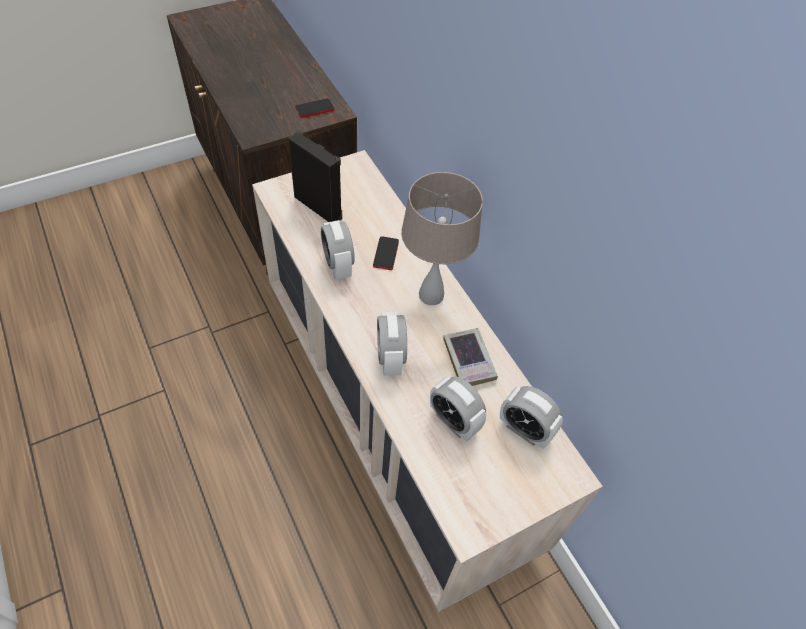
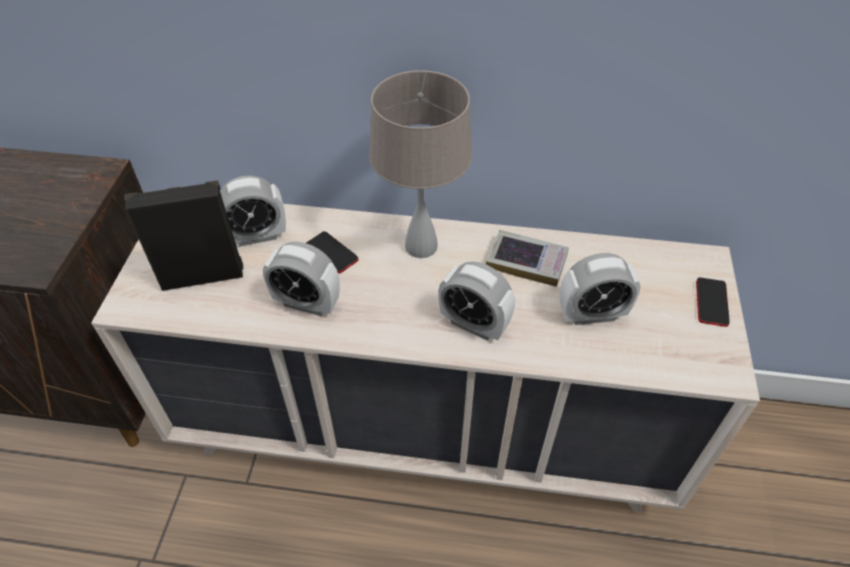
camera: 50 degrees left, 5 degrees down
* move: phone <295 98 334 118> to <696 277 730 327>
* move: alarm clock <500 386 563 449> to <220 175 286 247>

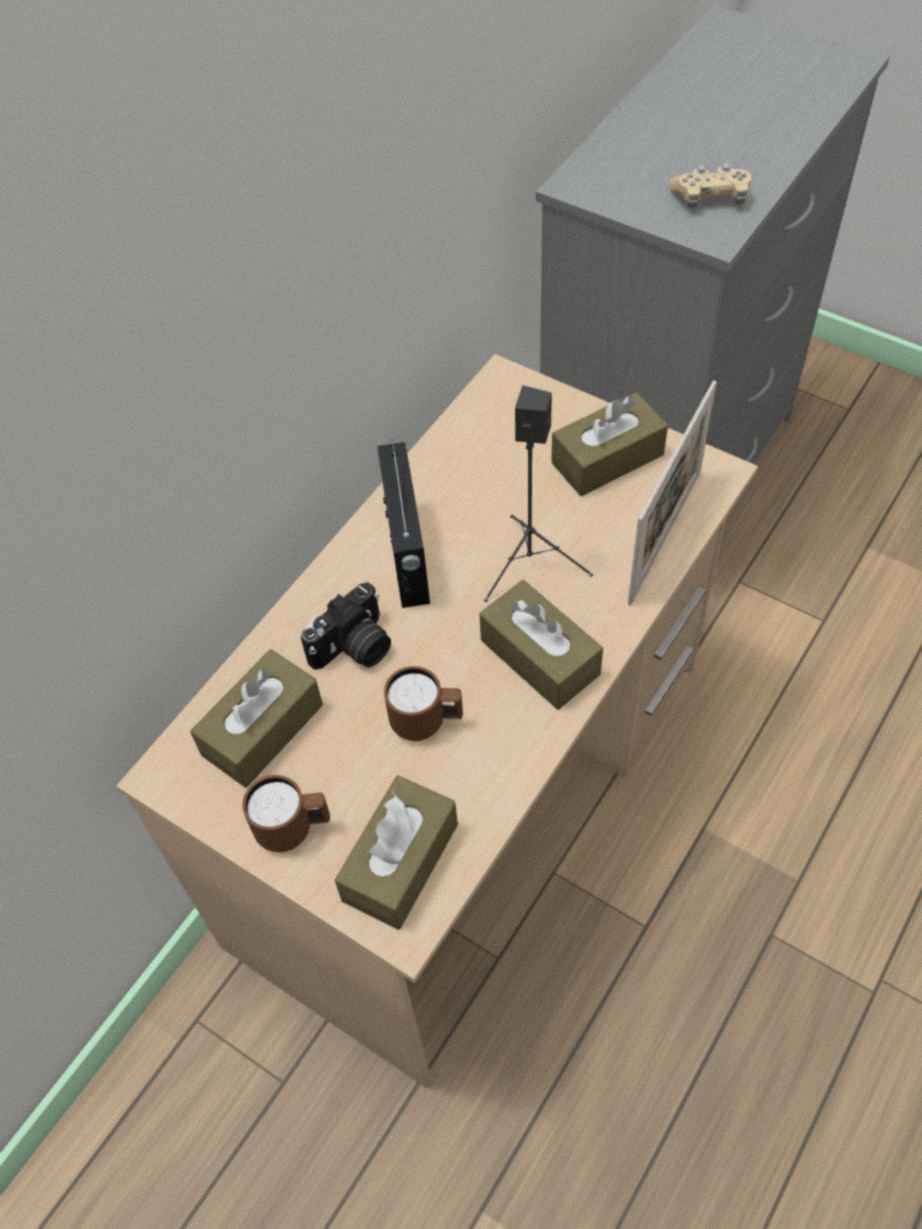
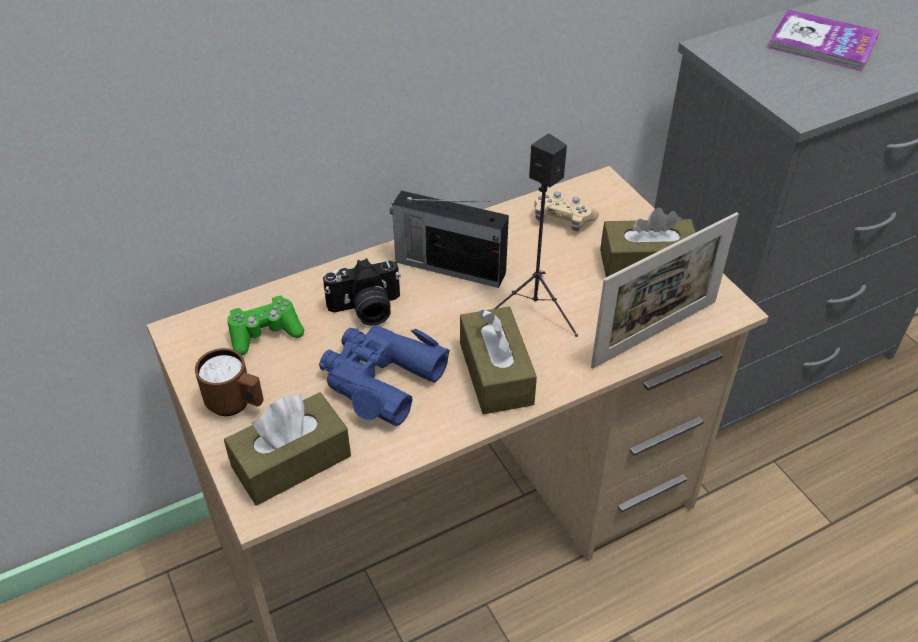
camera: 25 degrees right, 10 degrees down
* insert: bound book <768 9 879 72>
* move: beige-coloured gamepad <669 163 752 208> to <534 192 599 231>
* replace: brown tissue box <190 649 323 788> to green gamepad <227 296 304 355>
* replace: brown mug <384 666 463 741> to bluish pair of binoculars <319 325 450 426>
* rotate: radio <377 439 430 608> = <390 191 509 288> 90 degrees clockwise

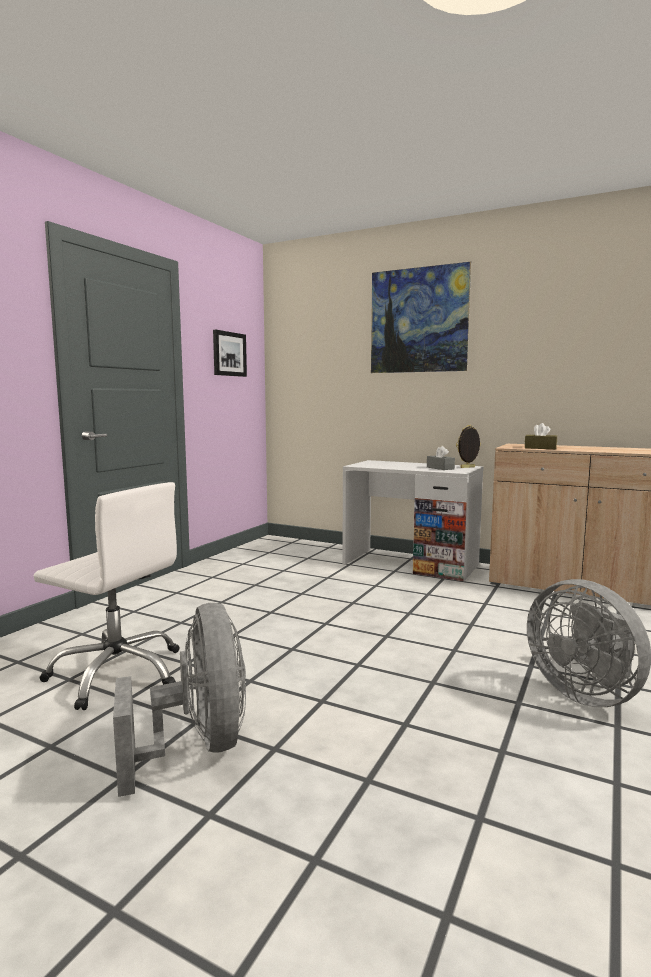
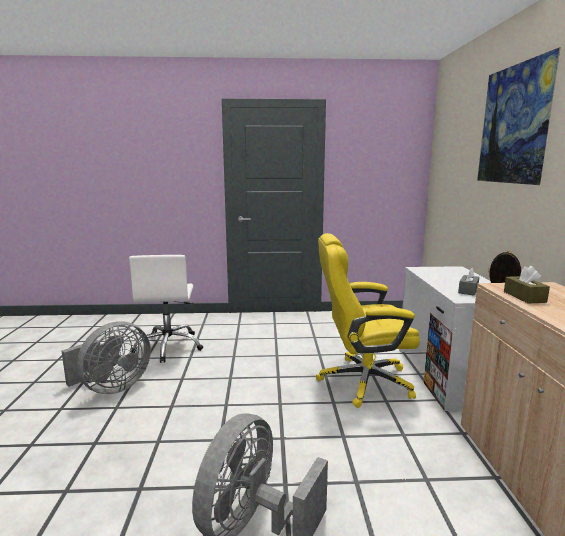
camera: 60 degrees right, 5 degrees up
* delete: picture <213 330 247 377>
* insert: yellowish computer chair <316 233 420 408>

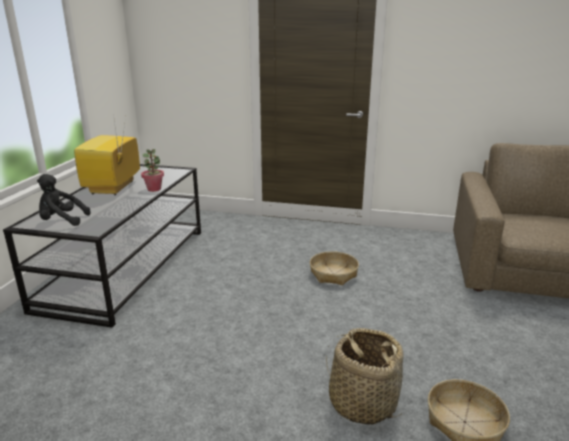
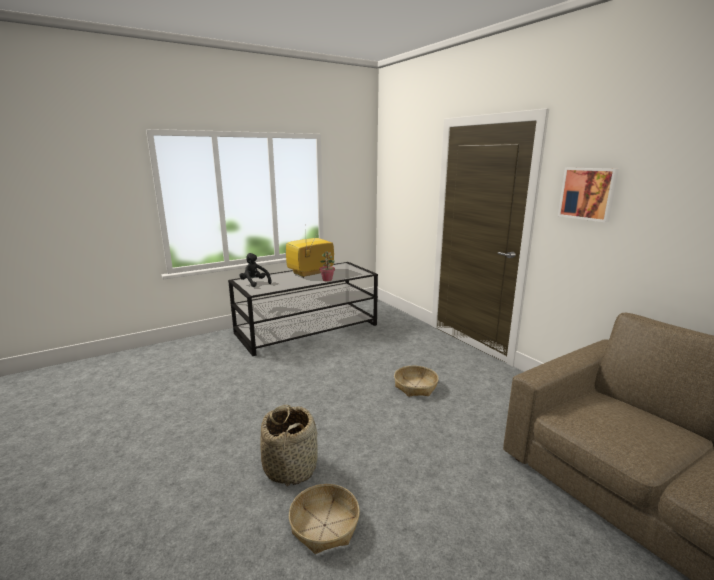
camera: 45 degrees right, 5 degrees down
* insert: picture <558 167 619 223>

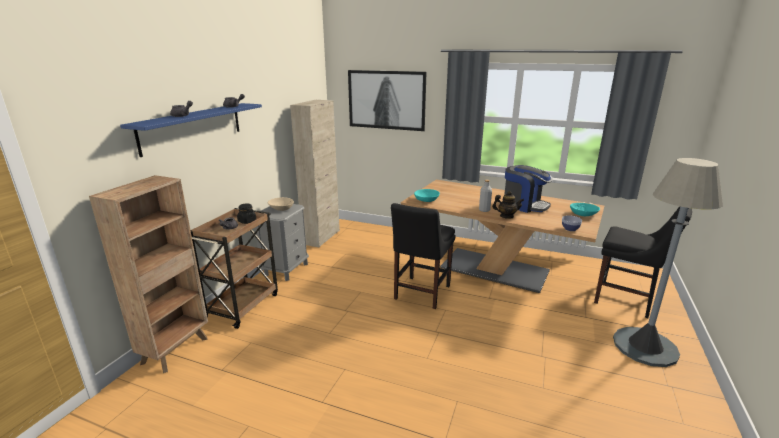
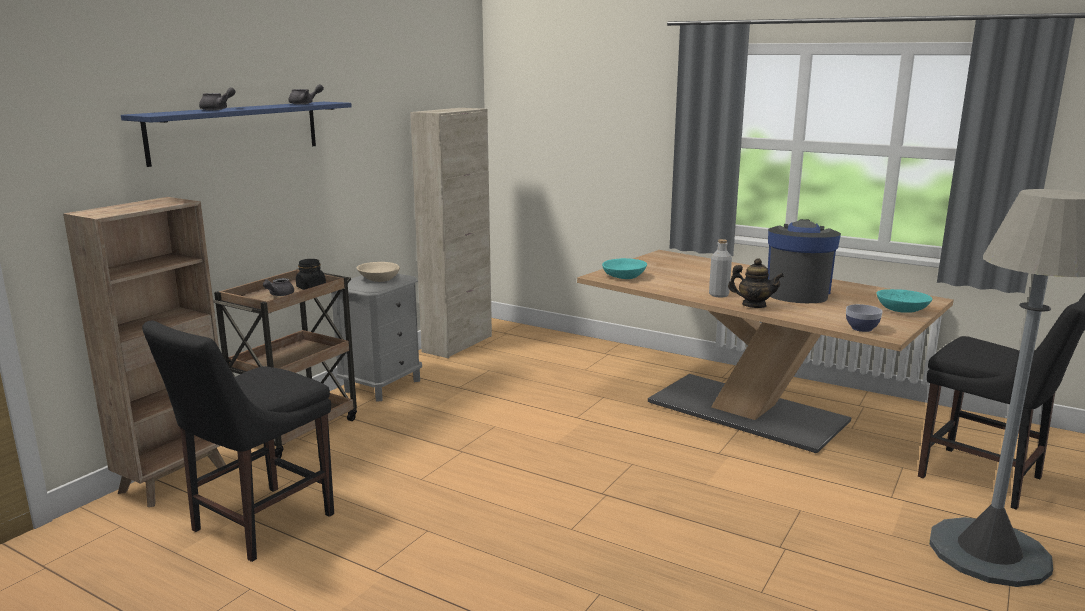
camera: 10 degrees right, 5 degrees down
* delete: picture <348 70 427 131>
* move: blackish chair <391 203 456 309> to <142 320 334 562>
* rotate: coffee brewer <504 165 553 213> = <768 219 841 303> 120 degrees counterclockwise

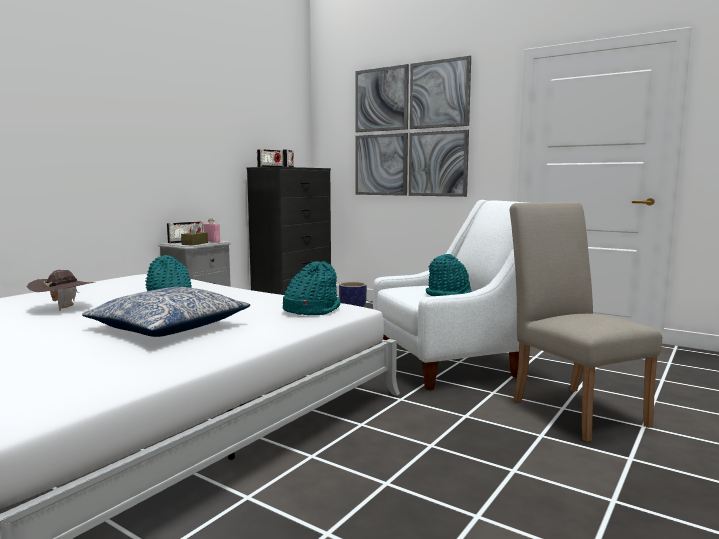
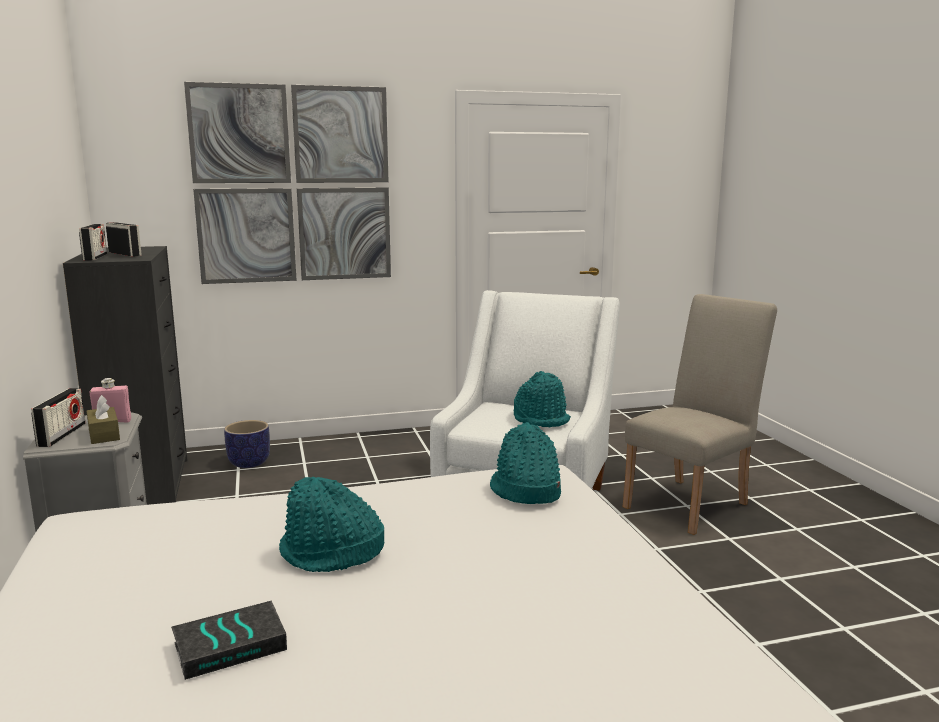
camera: 50 degrees left, 5 degrees up
* delete: cushion <82 287 250 337>
* replace: brown clothing hat <27 270 94 311> to bound book <171 600 287 680>
* rotate: beige-coloured chair <510 202 662 442> = <623 294 777 535> 120 degrees clockwise

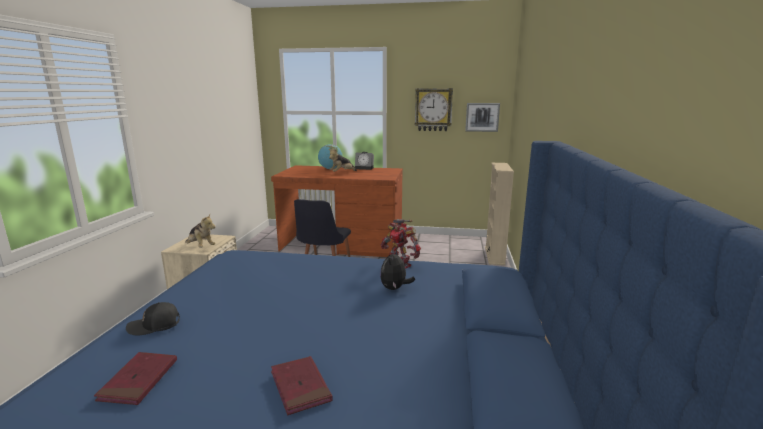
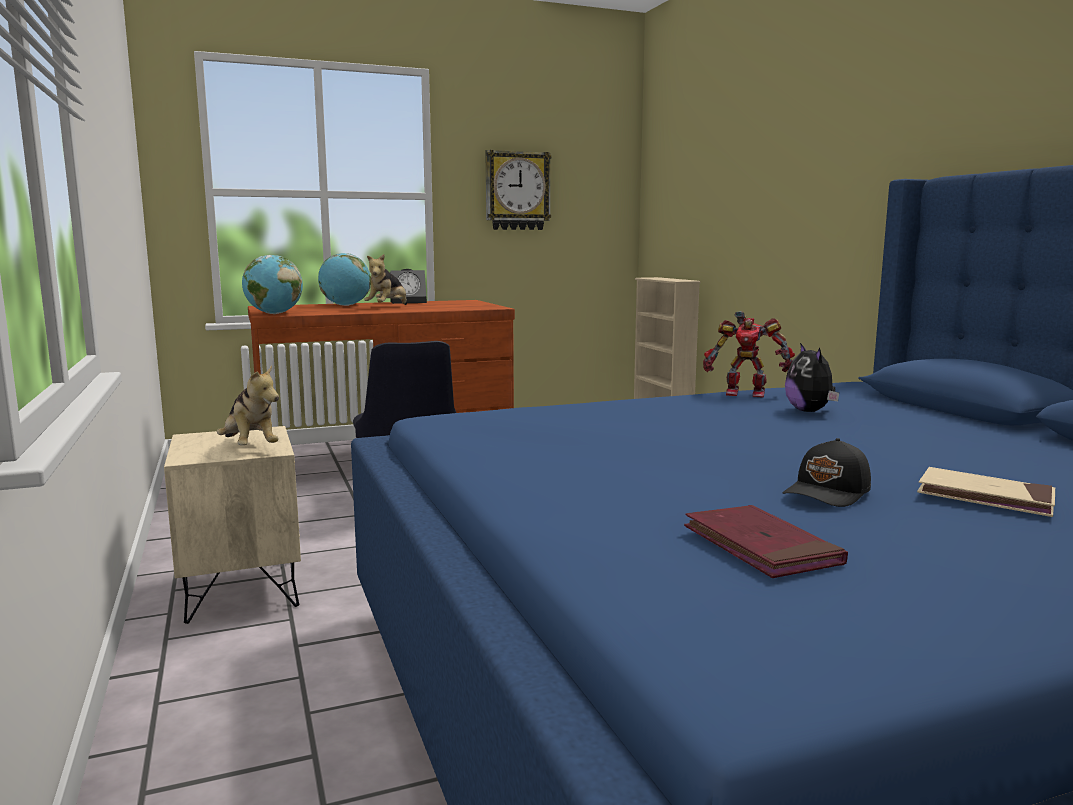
camera: 30 degrees left, 5 degrees down
* delete: picture <465 103 500 132>
* insert: world globe <242 255 303 314>
* move: blackish cap <126 302 180 335> to <783 438 871 507>
* recolor: red-coloured bound book <271 356 333 415> to beige-coloured bound book <917 467 1055 517>
* rotate: soft toy <185 215 216 248> = <217 365 279 445> 45 degrees clockwise

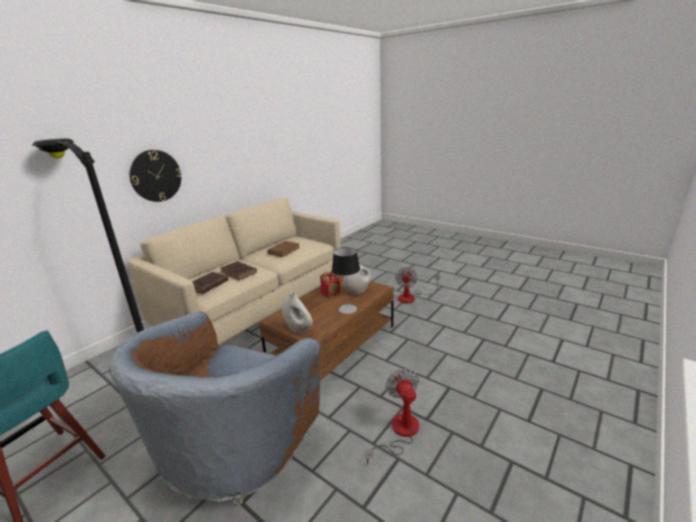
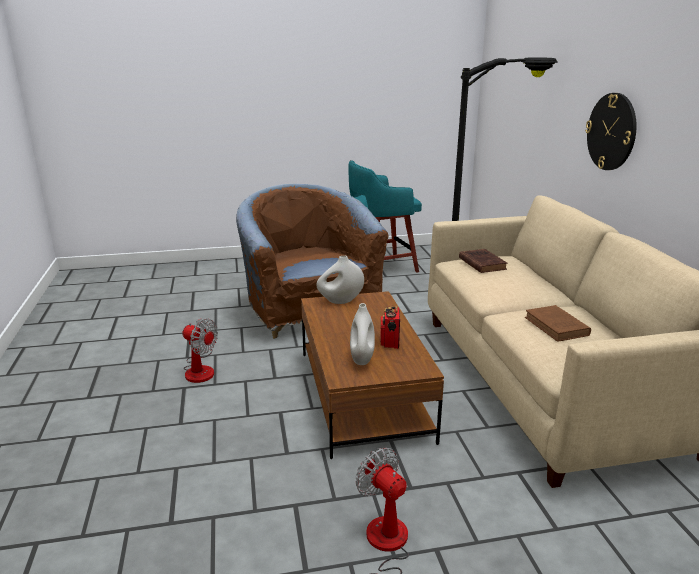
camera: 130 degrees right, 0 degrees up
* delete: brown bound book <220 261 257 280>
* delete: table lamp <332 247 360 314>

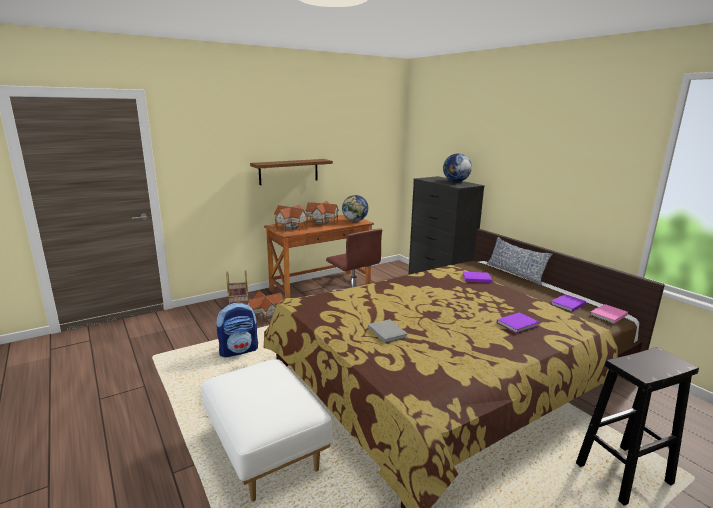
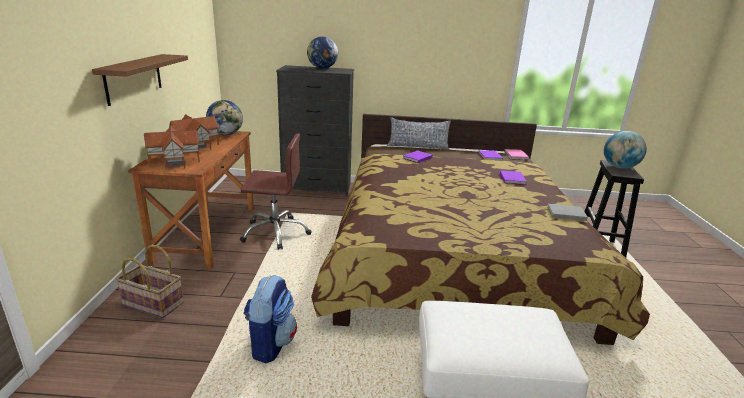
camera: 55 degrees left, 5 degrees up
* delete: model house <247 290 283 324>
* insert: world globe <604 131 647 169>
* move: greyish bound book <368 319 408 343> to <547 204 588 221>

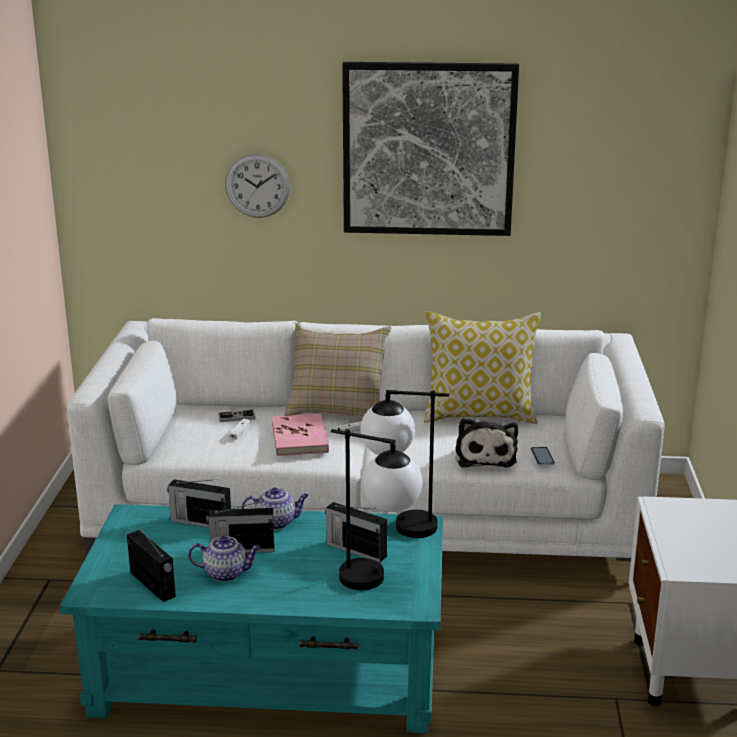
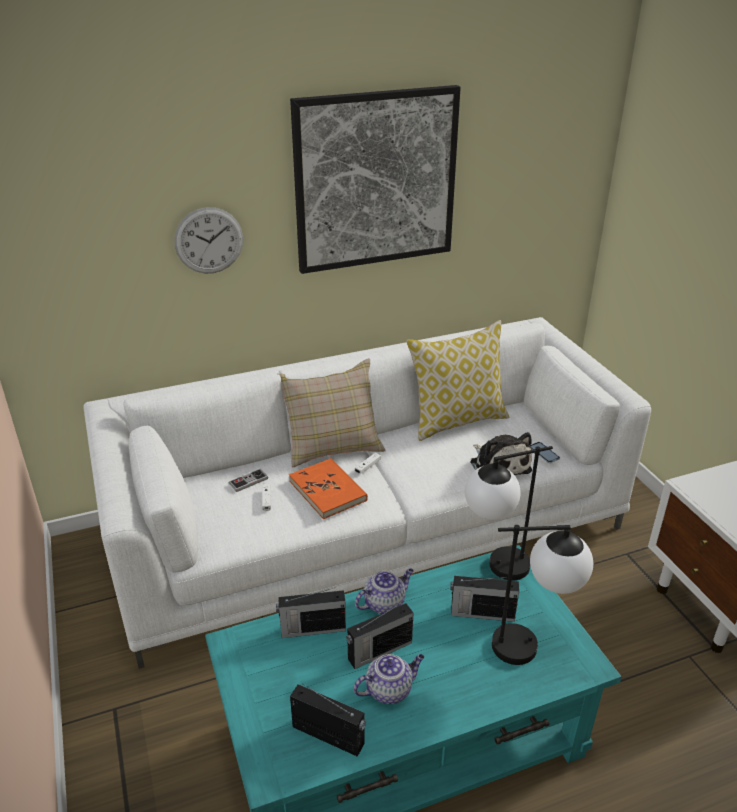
camera: 25 degrees left, 10 degrees up
* recolor: pink bound book <272 414 329 456> to orange bound book <289 458 368 519>

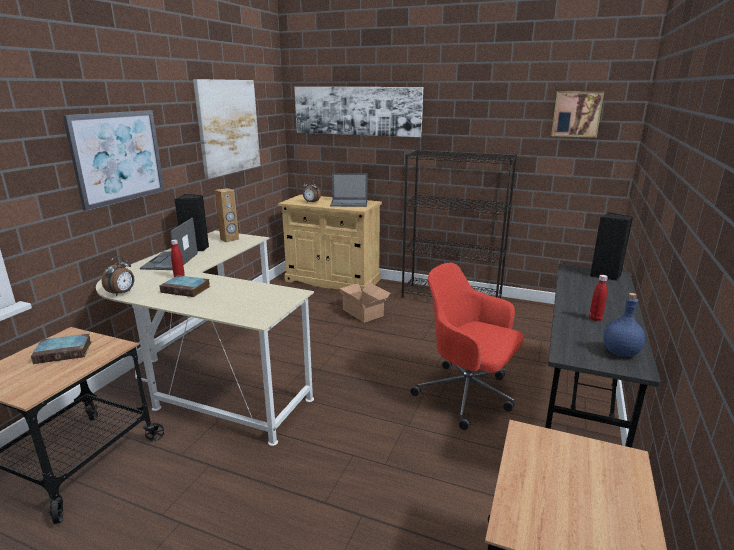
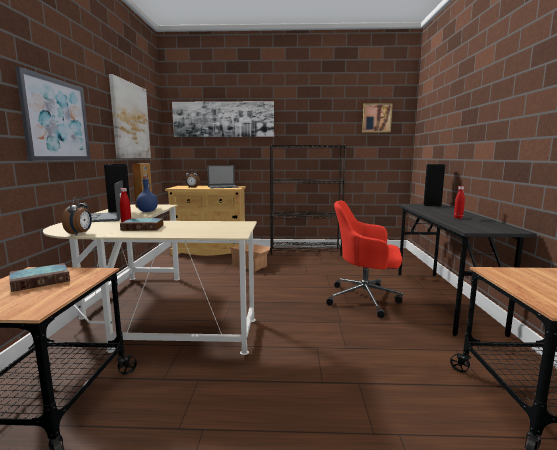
camera: 20 degrees left, 10 degrees down
* move: bluish beverage bottle <603 293 645 357> to <136 176 158 212>

